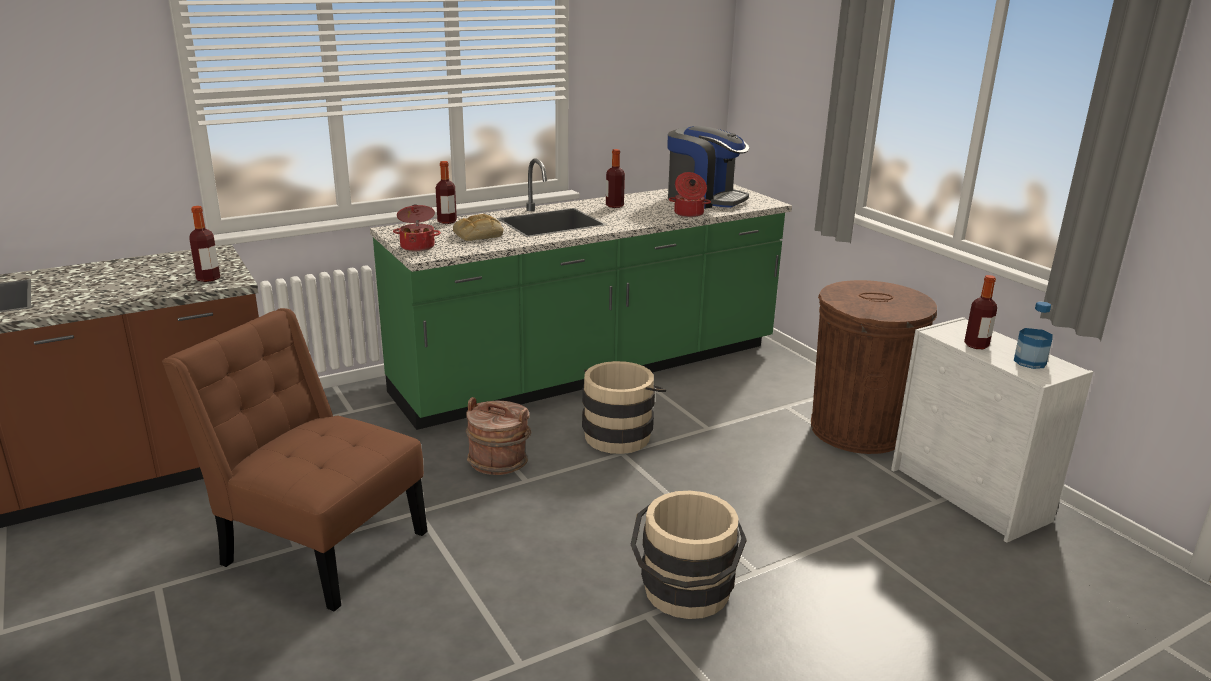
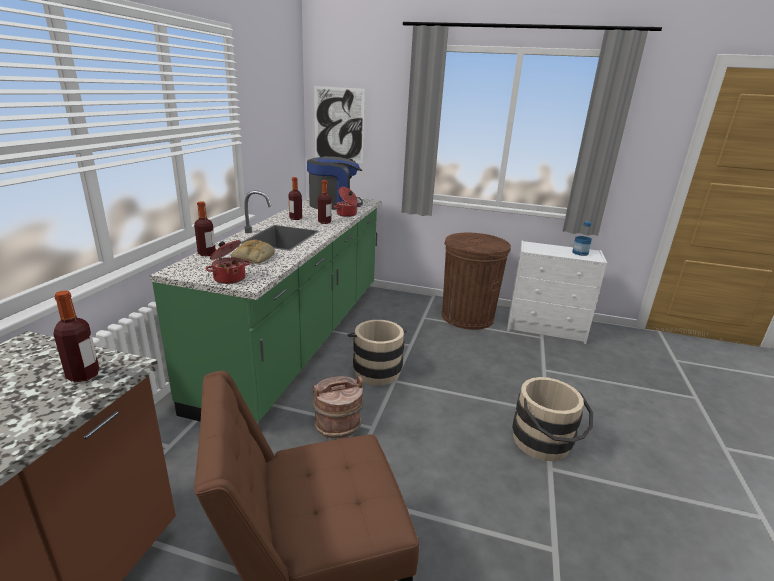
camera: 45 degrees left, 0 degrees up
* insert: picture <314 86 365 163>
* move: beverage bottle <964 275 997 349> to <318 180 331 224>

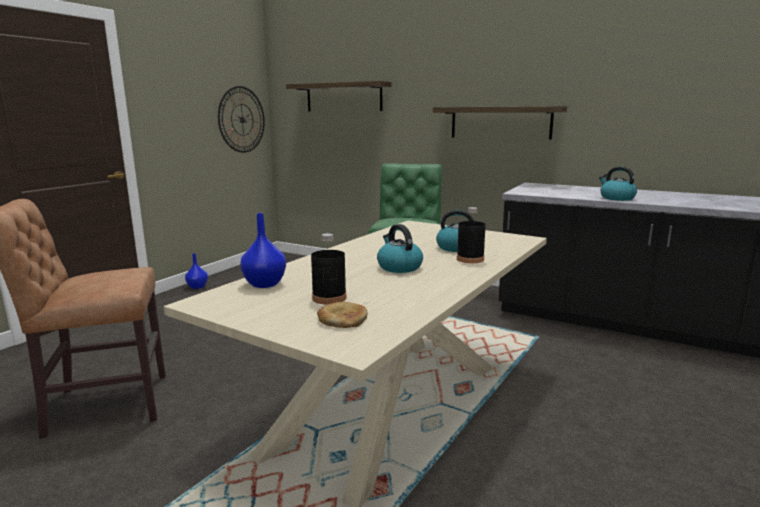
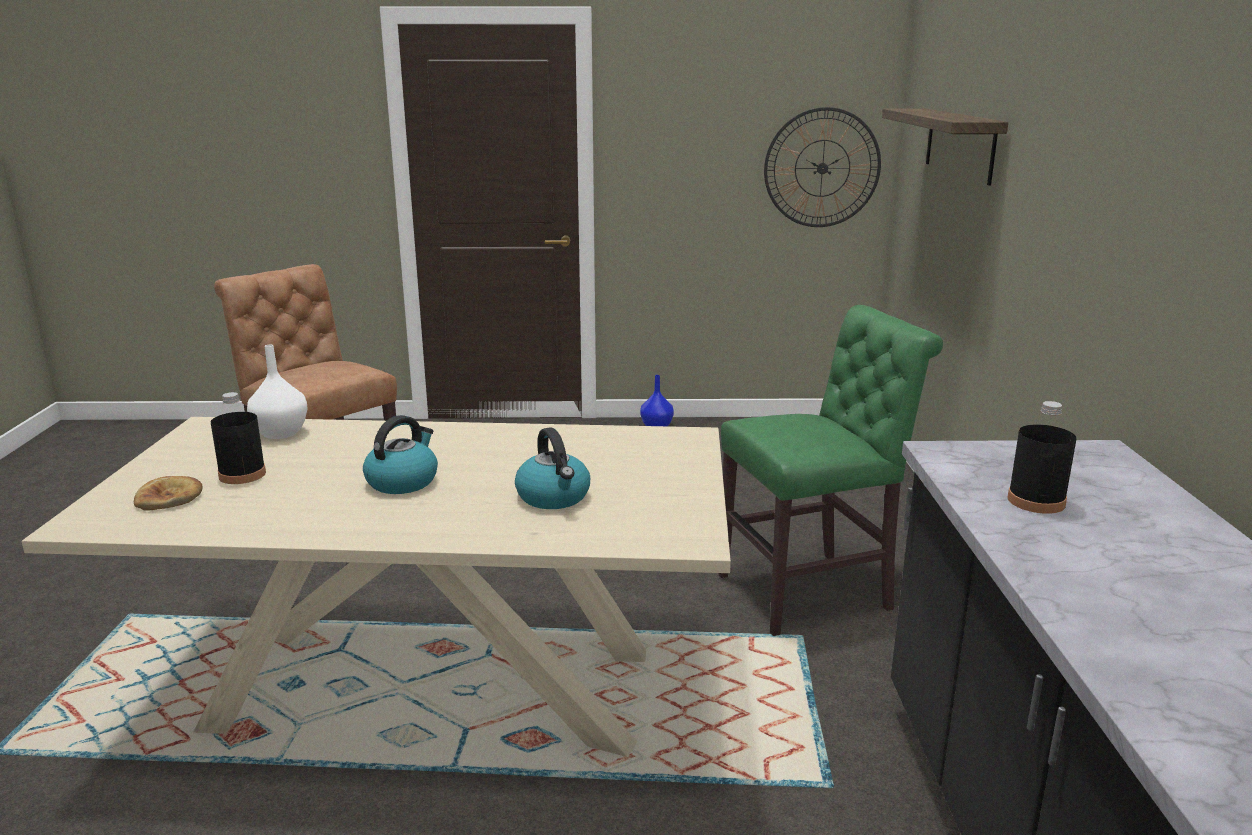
camera: 60 degrees right, 5 degrees up
* delete: wall shelf <433 106 567 140>
* delete: kettle <599 166 637 201>
* move: blackish beverage bottle <457 207 486 263> to <1008 401 1077 514>
* recolor: bluish flower vase <240 213 286 288> to white-coloured flower vase <247 345 307 439>

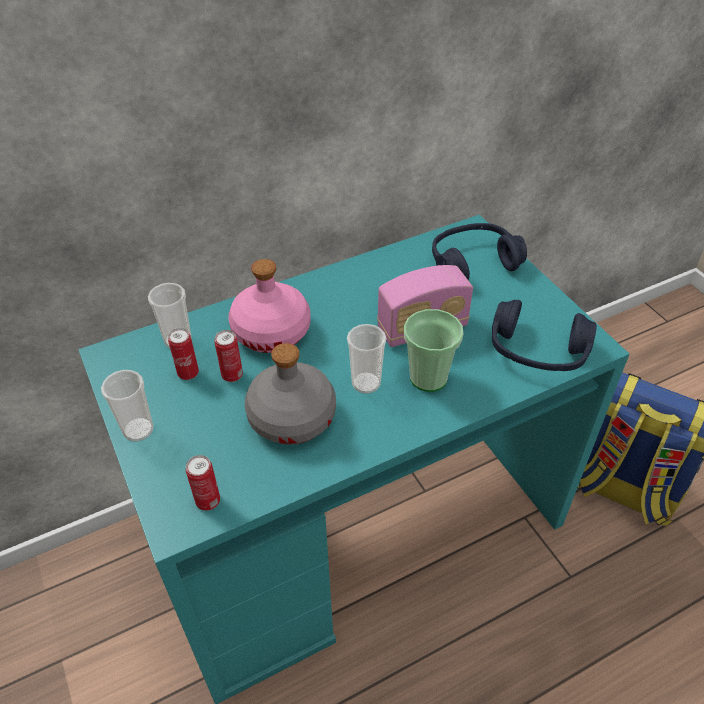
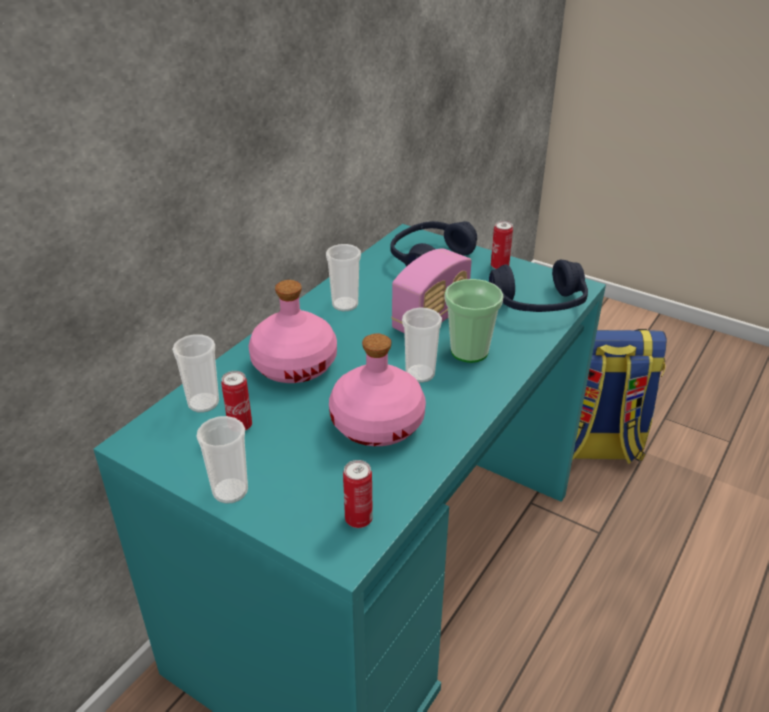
camera: 30 degrees left, 10 degrees down
* insert: cup <326 244 361 311>
* move: metal can <214 330 243 382> to <491 221 513 269>
* recolor: greyish beverage bottle <245 343 336 445> to pink beverage bottle <329 333 426 446>

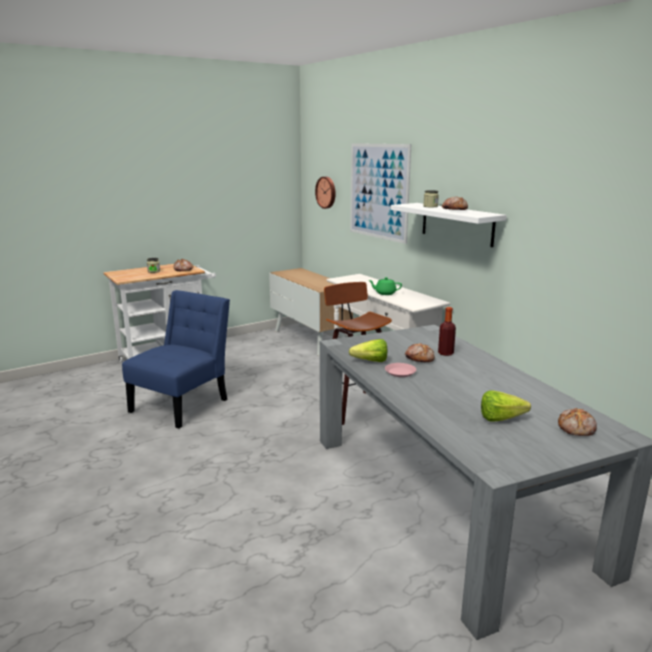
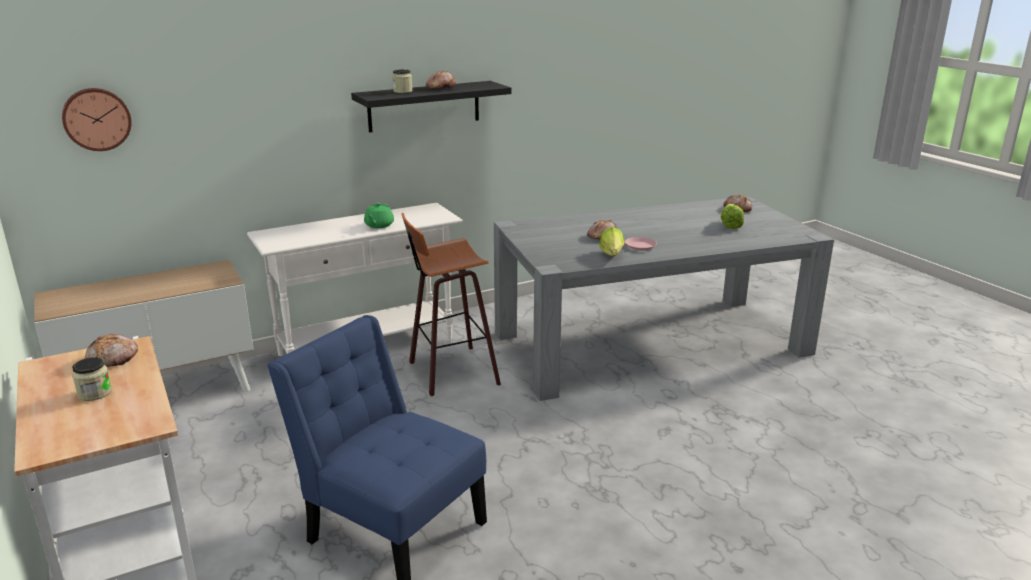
camera: 85 degrees left, 5 degrees up
* delete: picture <350 143 411 244>
* delete: beverage bottle <438 307 456 356>
* recolor: white-coloured wall shelf <391 203 507 247> to blackish wall shelf <351 81 511 132>

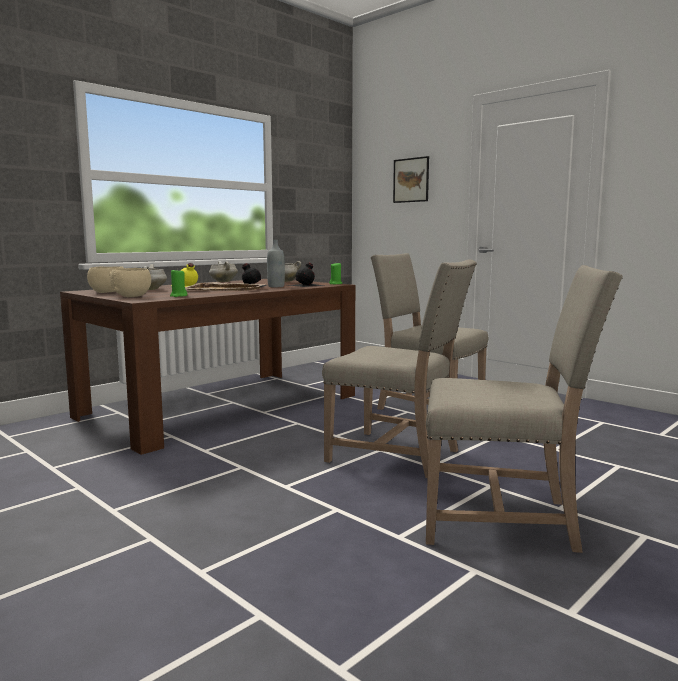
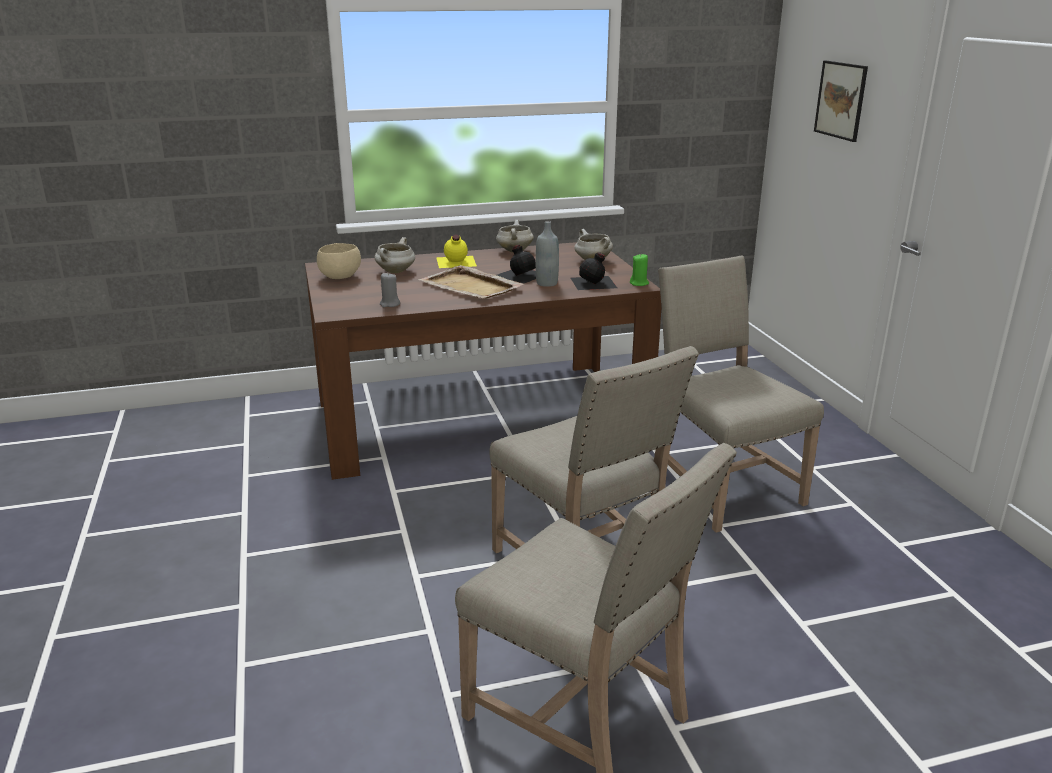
camera: 30 degrees right, 15 degrees up
* delete: beige-coloured serving bowl <110 268 151 297>
* recolor: green wax candle <170 268 188 297> to greyish wax candle <380 273 400 307>

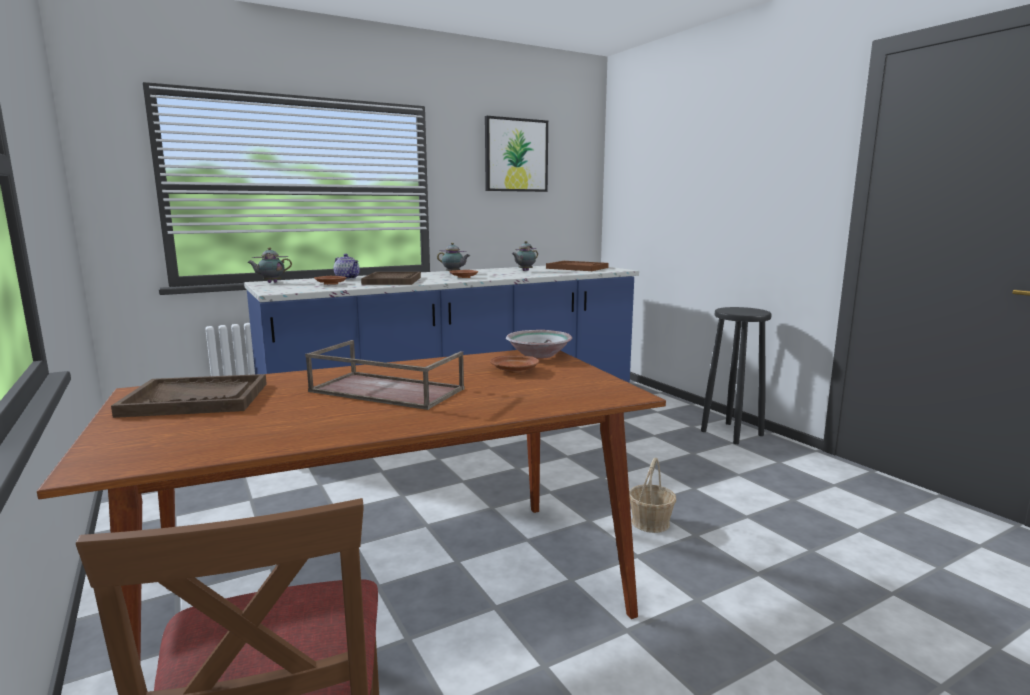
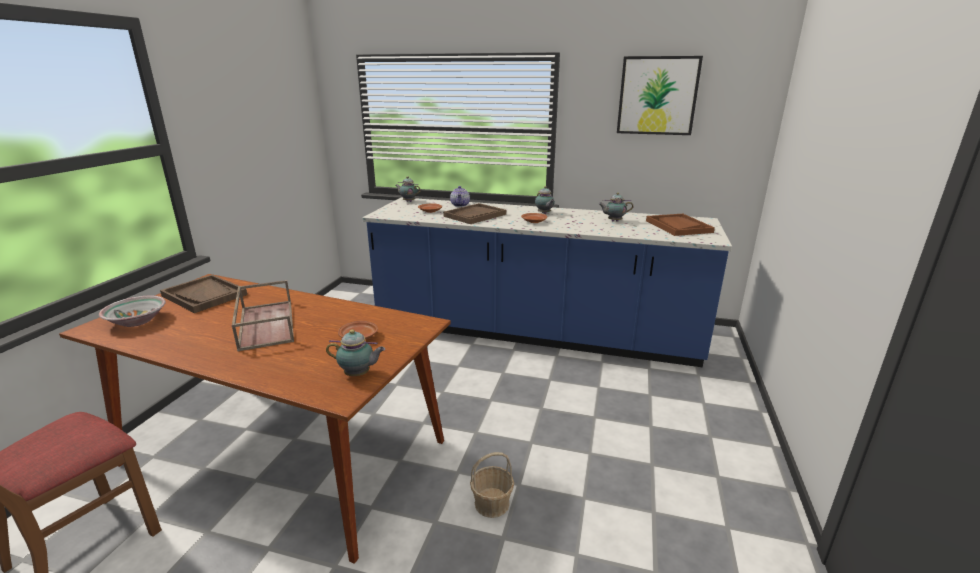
camera: 45 degrees right, 10 degrees up
* delete: blackish sitting stool <701 307 772 444>
* insert: pot for tea <326 329 385 376>
* move: serving bowl <506 330 572 359> to <99 296 166 327>

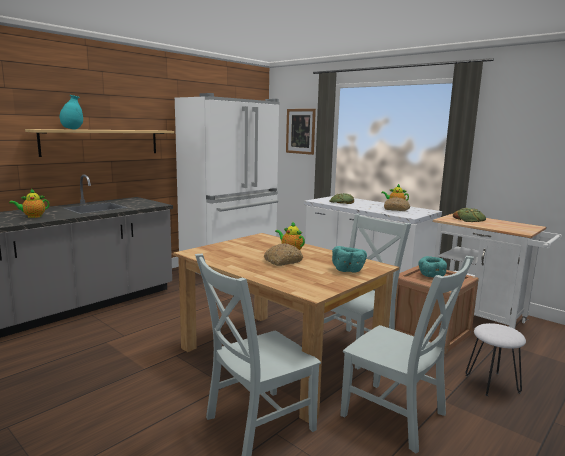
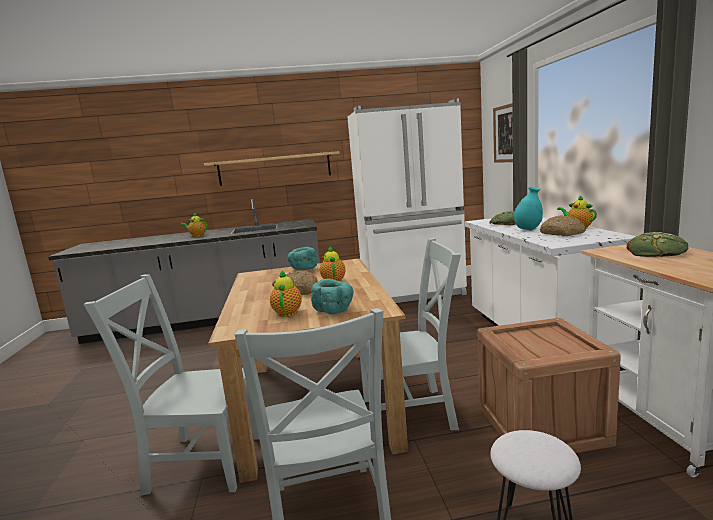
camera: 40 degrees right, 0 degrees up
* insert: pot for tea <270 270 302 317>
* move: turquoise flower vase <60 95 83 130> to <514 187 543 230>
* move: turquoise serving bowl <419 256 447 278> to <287 247 317 270>

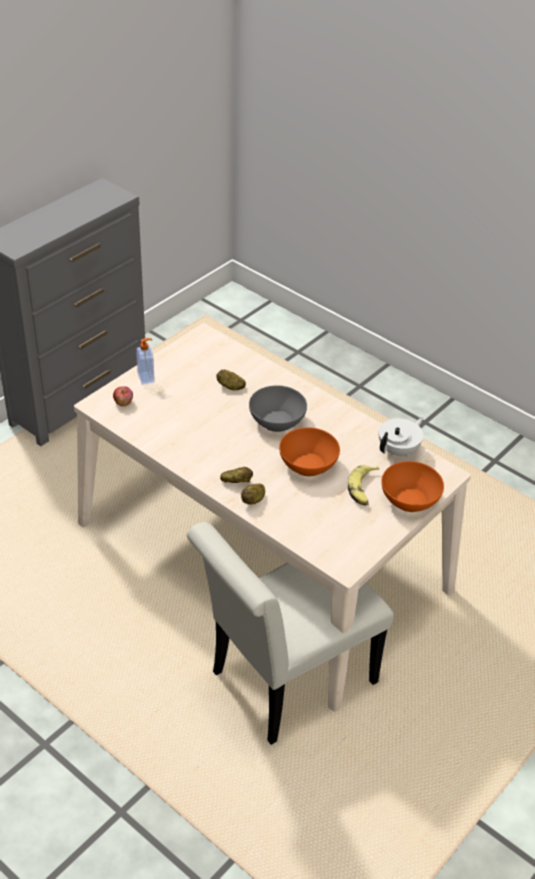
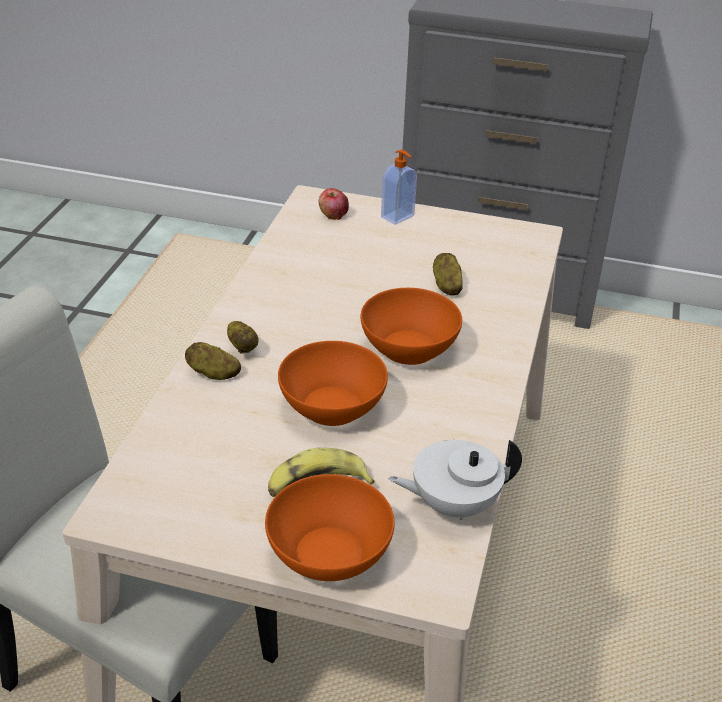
camera: 65 degrees right, 5 degrees down
* recolor: greyish serving bowl <249 385 307 432> to orange serving bowl <361 288 462 365>
* rotate: white-coloured pot for tea <379 417 424 457> = <389 440 522 520> 150 degrees clockwise

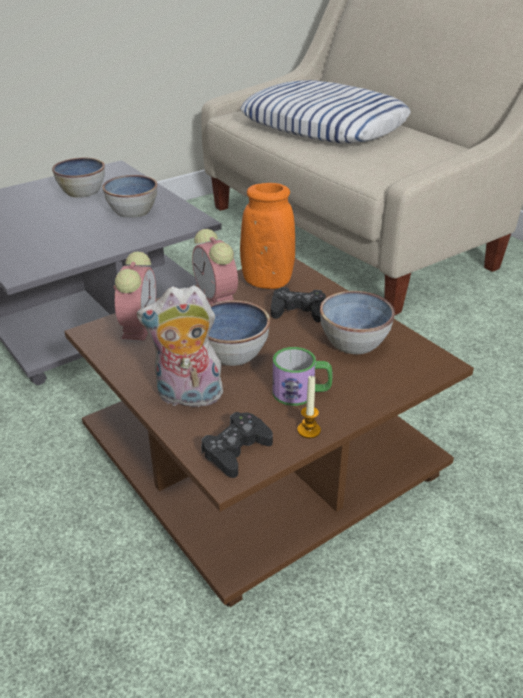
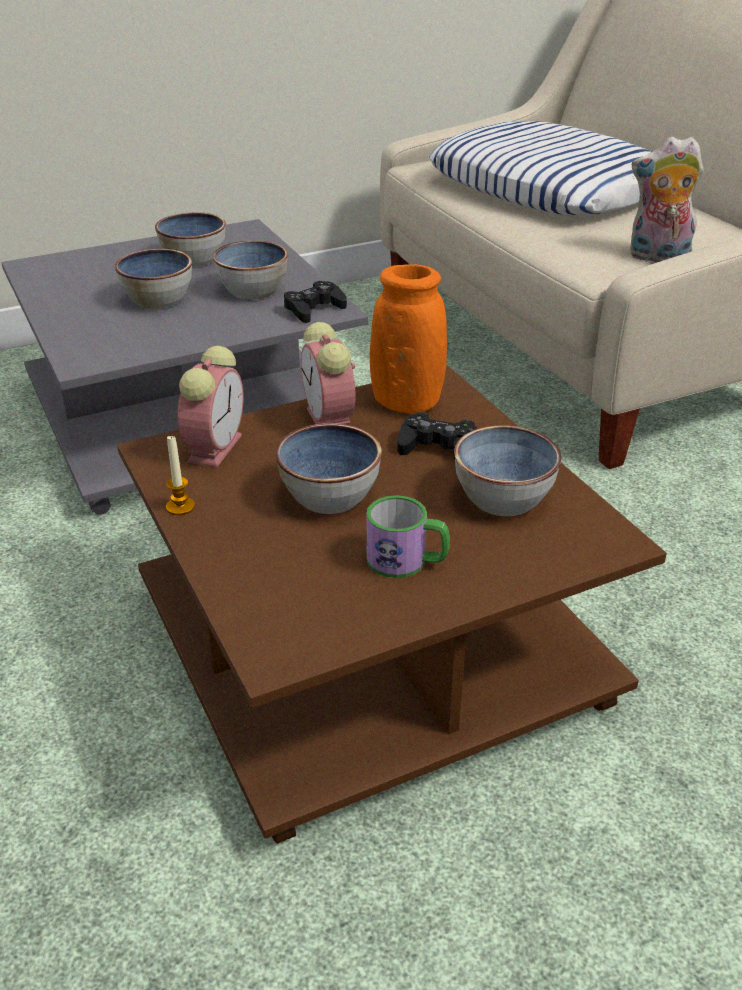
camera: 10 degrees right, 0 degrees up
* insert: serving bowl <115 249 192 309>
* move: soft toy <137 285 225 407> to <630 137 704 262>
* move: blackish gamepad <201 412 273 478> to <284 281 347 323>
* move: wax candle <297 376 321 438> to <166 436 195 515>

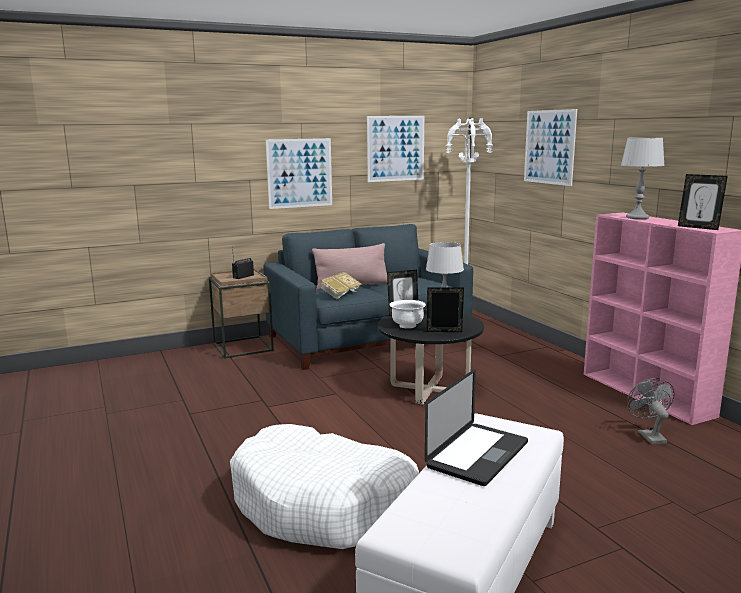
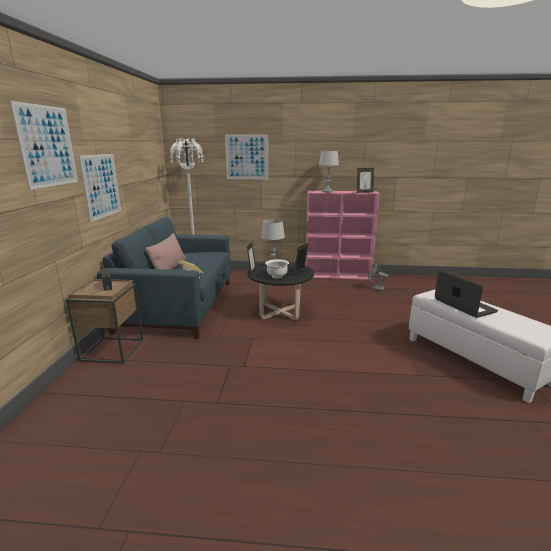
camera: 60 degrees left, 5 degrees up
* delete: white-coloured dog bed <230 424 419 549>
* move: picture <367 116 424 182> to <9 101 78 190>

